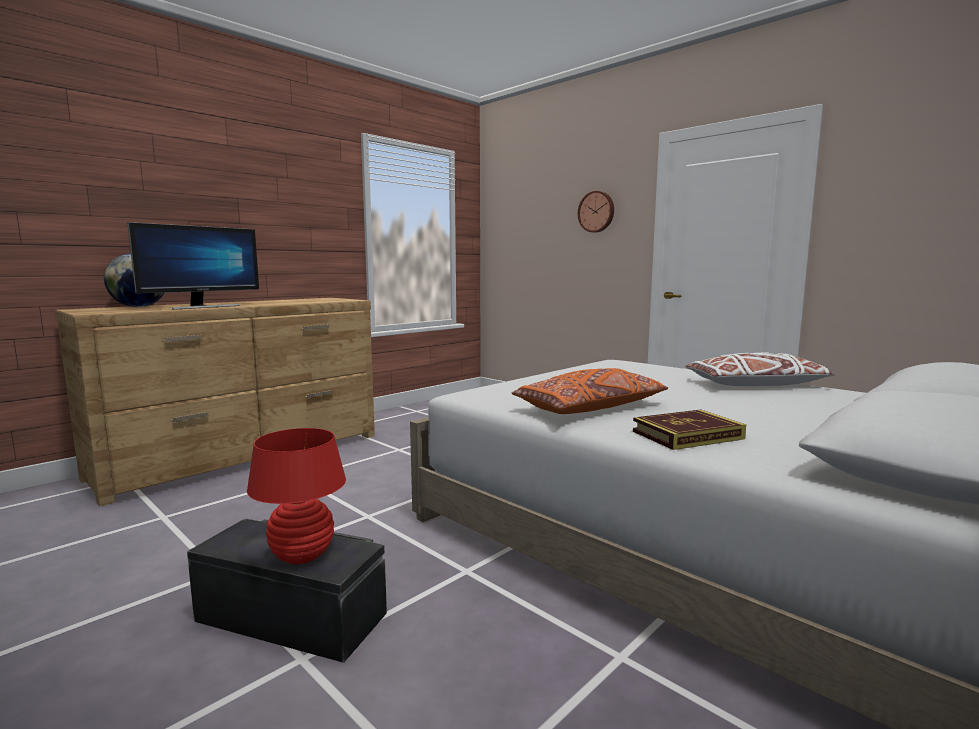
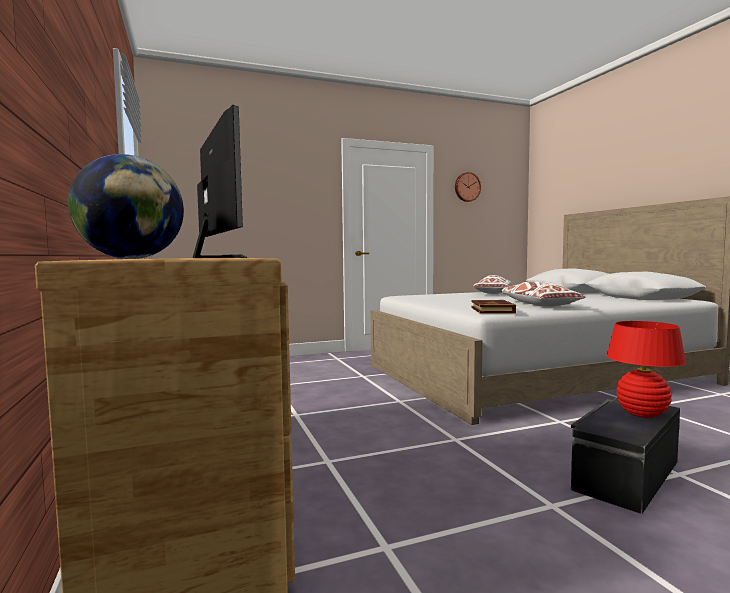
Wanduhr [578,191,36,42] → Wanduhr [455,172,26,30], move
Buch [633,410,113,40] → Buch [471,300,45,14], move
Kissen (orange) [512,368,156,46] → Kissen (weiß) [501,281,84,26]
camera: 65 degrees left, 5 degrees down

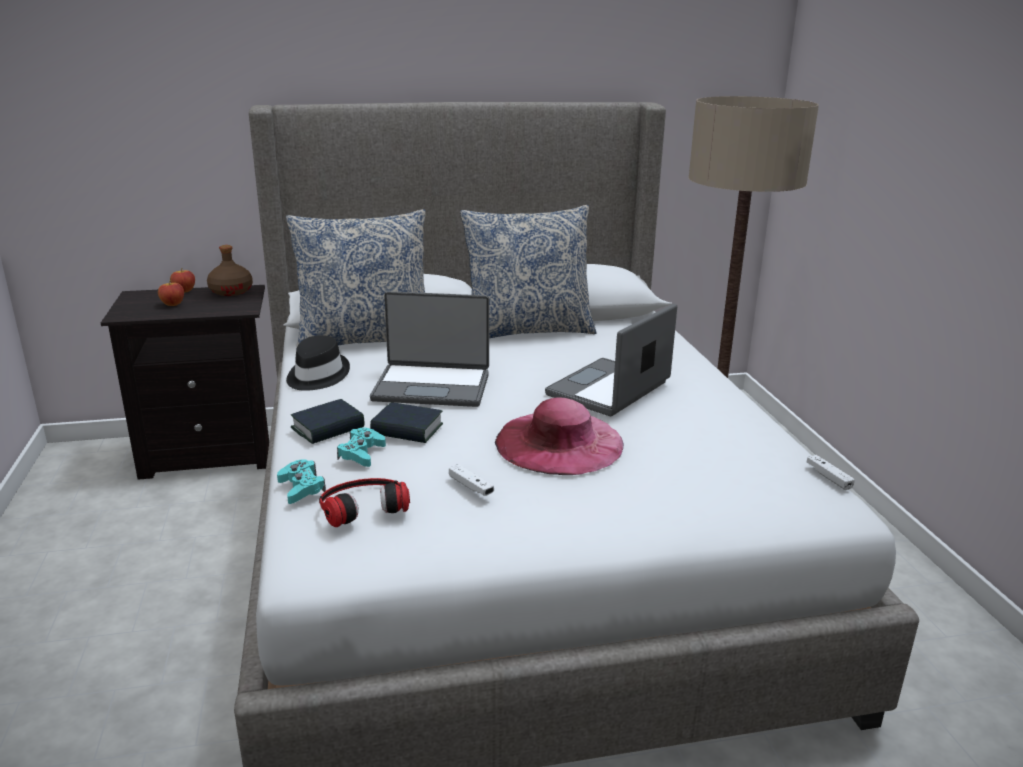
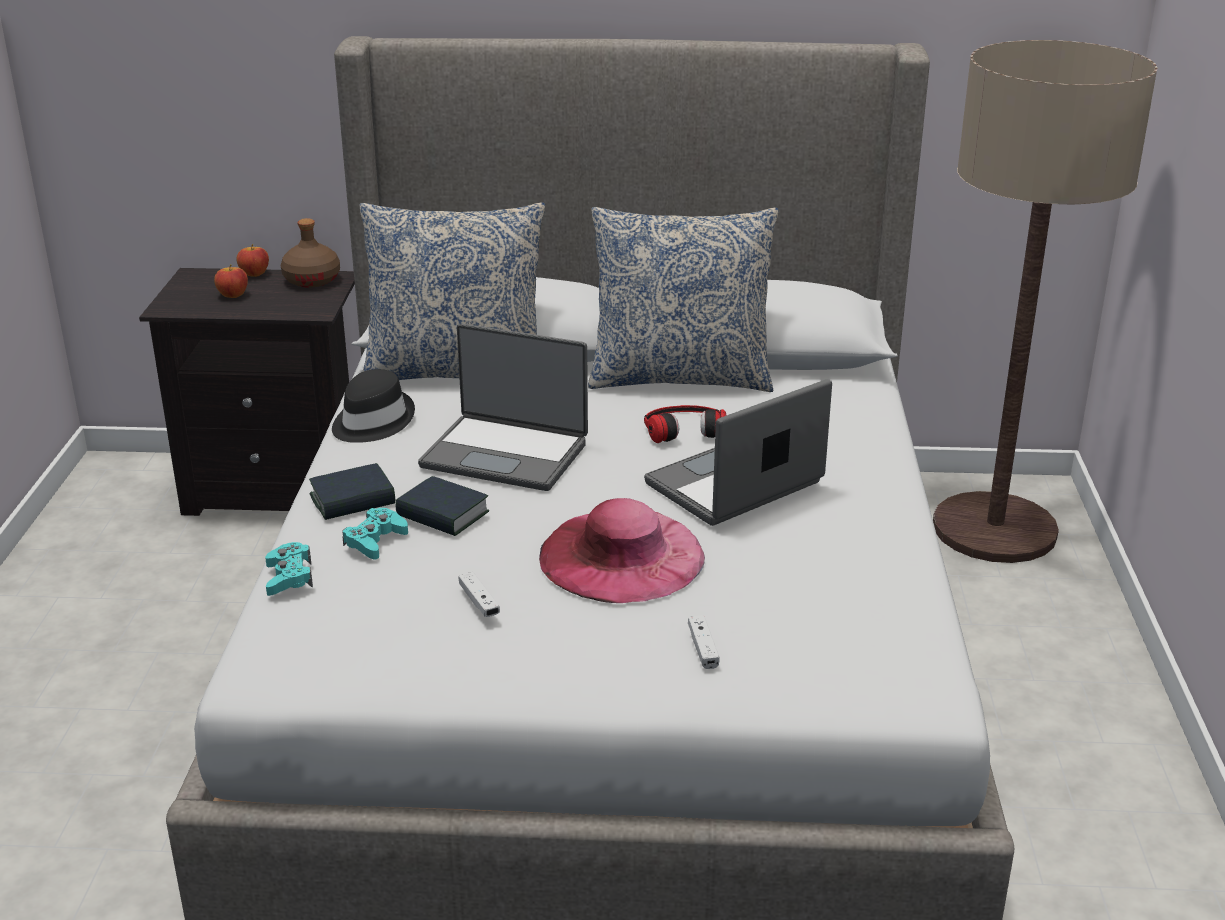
Kopfhörer [319,478,91,49] → Kopfhörer [644,405,83,38], move
Gamepad (weiß) [807,455,48,35] → Gamepad (weiß) [688,615,32,54], move
camera: 15 degrees right, 5 degrees up

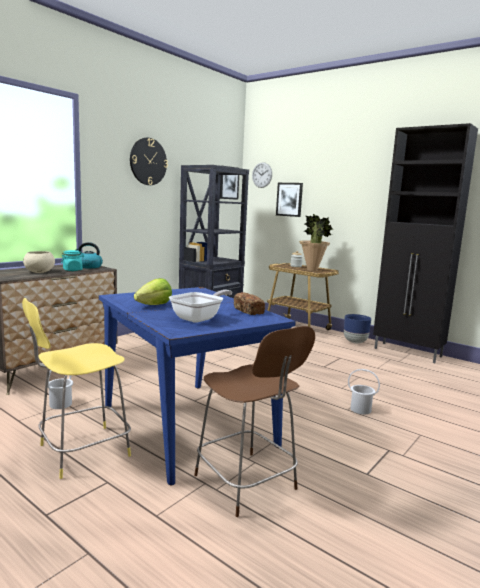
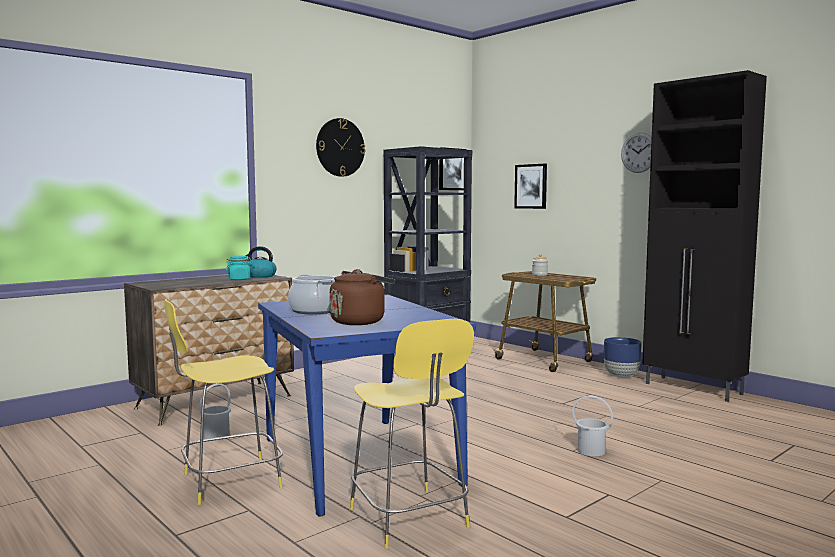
Salatkopf [134,278,38,27] → Kochtopf [288,274,47,40]
Pfanne [169,290,63,33] → Wasserkessel (braun) [330,269,65,56]
Hocker (braun) [194,326,121,191] → Hocker (gelb) [350,319,124,230]
Wanduhr [252,162,20,26] → Wanduhr [621,133,31,40], move
Schüssel (beige) [23,251,32,22] → -
Brot [234,292,31,23] → -
Topfpflanze [299,214,34,57] → -
camera: 10 degrees right, 5 degrees down

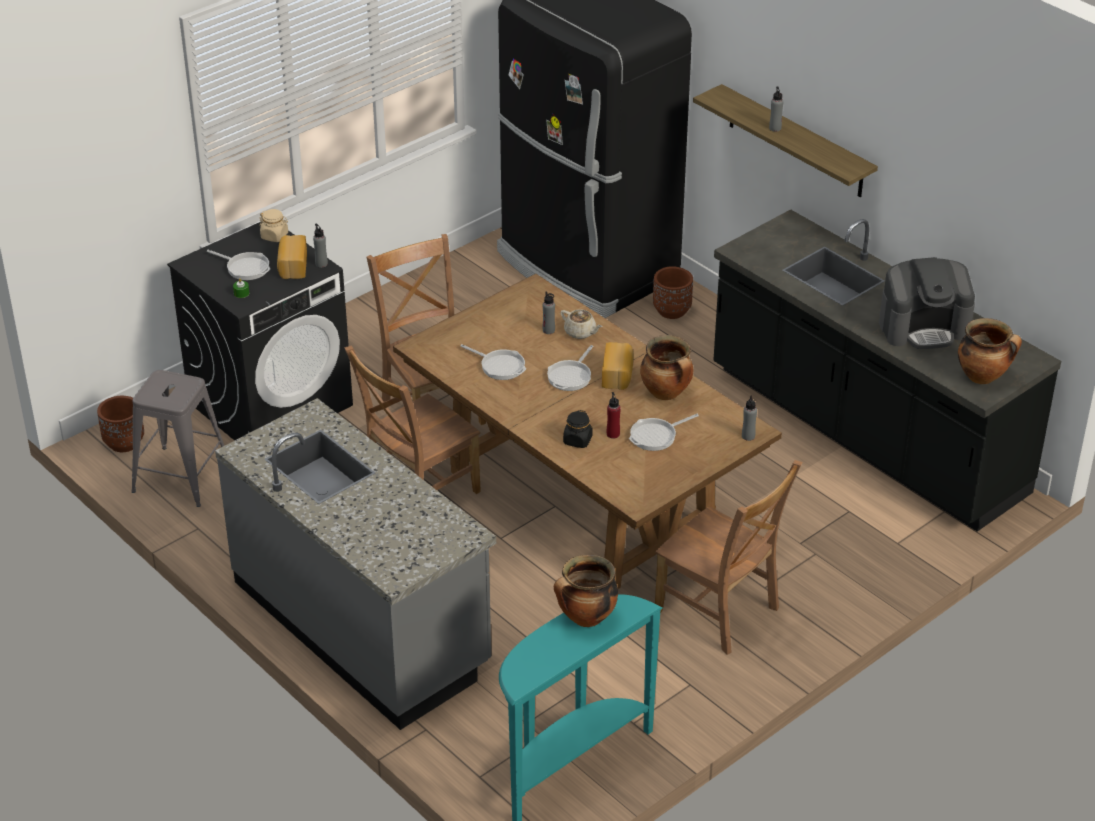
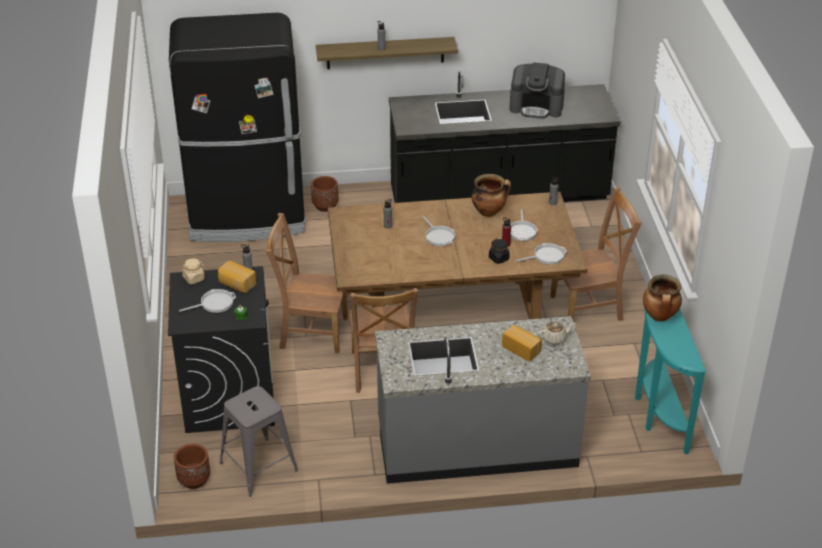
Brot [602,342,32,48] → Brot [502,325,40,36], move
Kaffeemaschine [879,257,96,92] → Kaffeemaschine [509,63,56,56], 75 degrees clockwise
Pfanne [460,344,66,36] → Pfanne [515,243,52,22], move
Teekanne (beige) [560,309,43,30] → Teekanne (beige) [537,321,38,24], move
Kochtopf [958,318,64,66] → -
camera: 55 degrees left, 0 degrees up

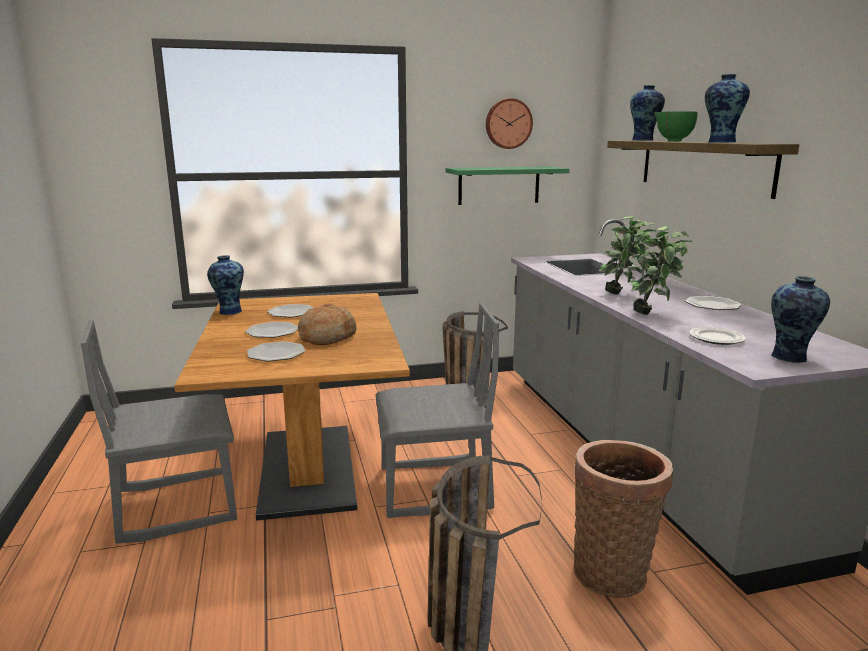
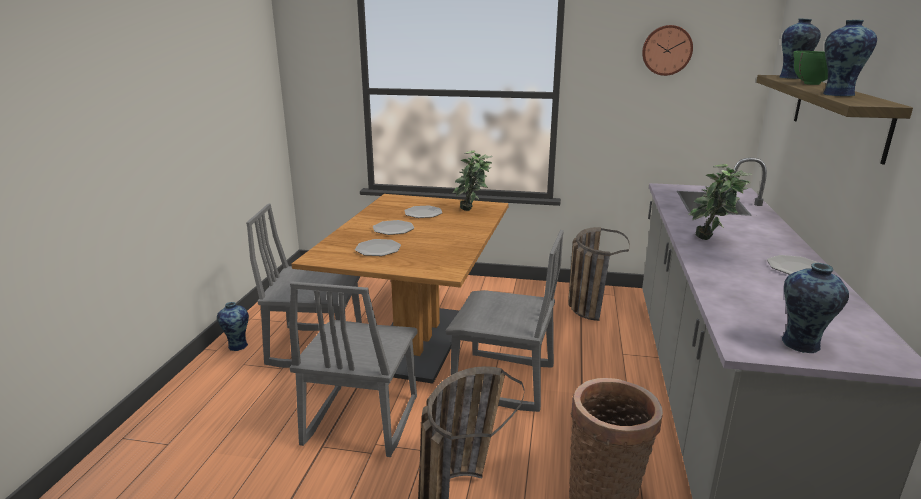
Vase [207,255,37,60] → Vase [217,302,32,49], move
- → Stuhl (grau) [289,282,129,175]
Topfpflanze [627,226,65,89] → Topfpflanze [452,151,41,60], move
Brot [298,303,58,42] → -
Wandregal (grün) [446,166,123,39] → -
Teller [689,327,57,18] → -
camera: 25 degrees right, 5 degrees up

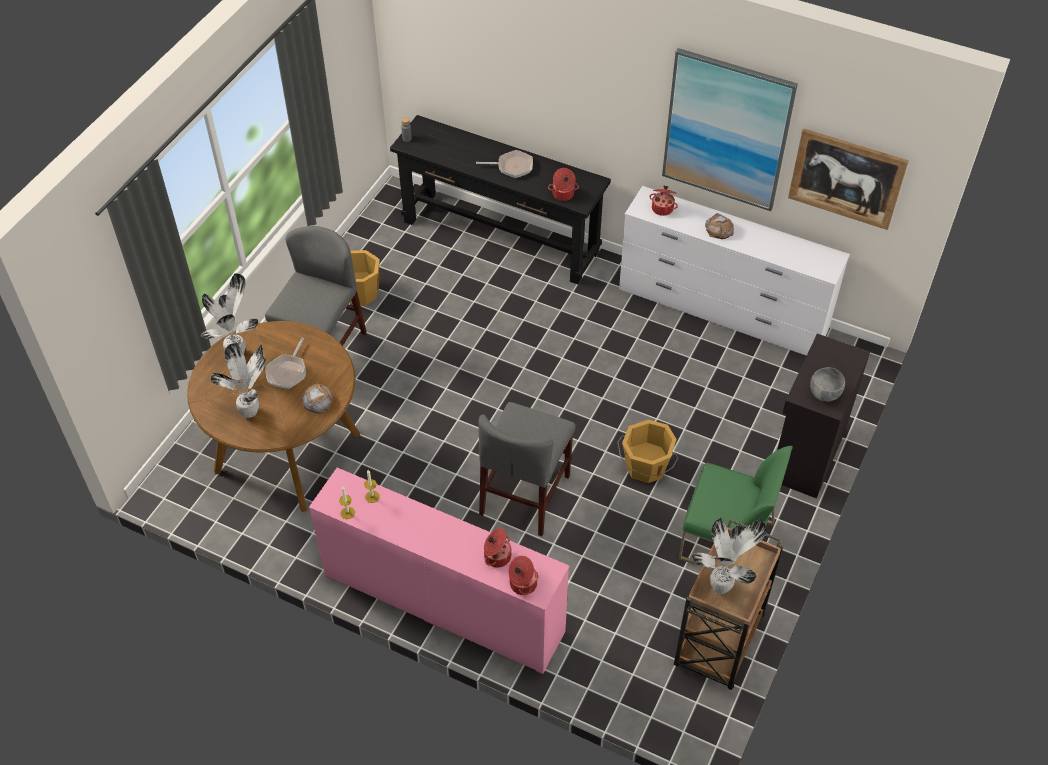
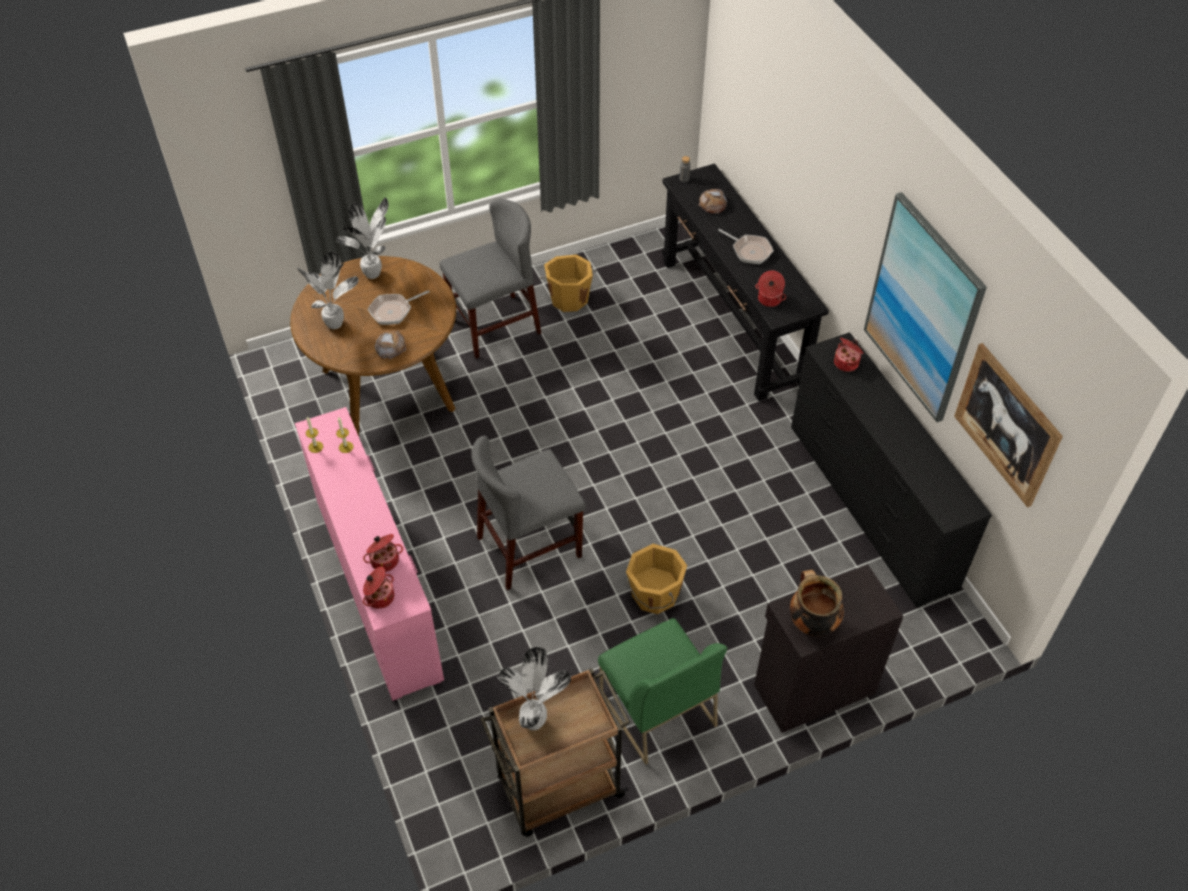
Brot [705,213,29,26] → Brot [698,189,29,25], move
Schüssel (grau) [810,367,35,35] → Kochtopf [790,570,54,66]
Kommode (weiß) [619,186,231,170] → Kommode (schwarz) [791,332,201,275]
camera: 40 degrees right, 0 degrees up

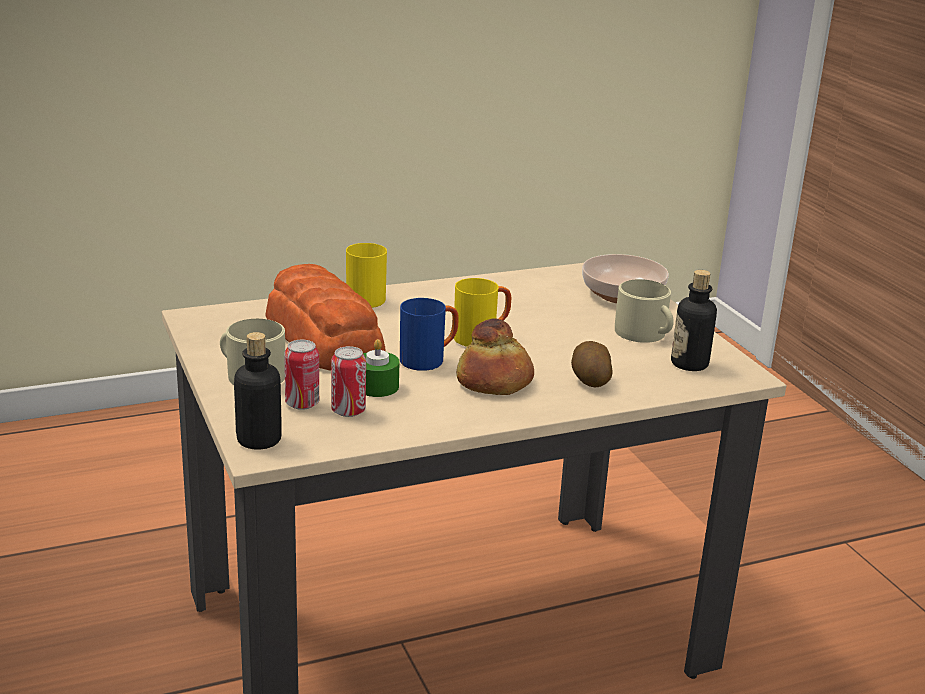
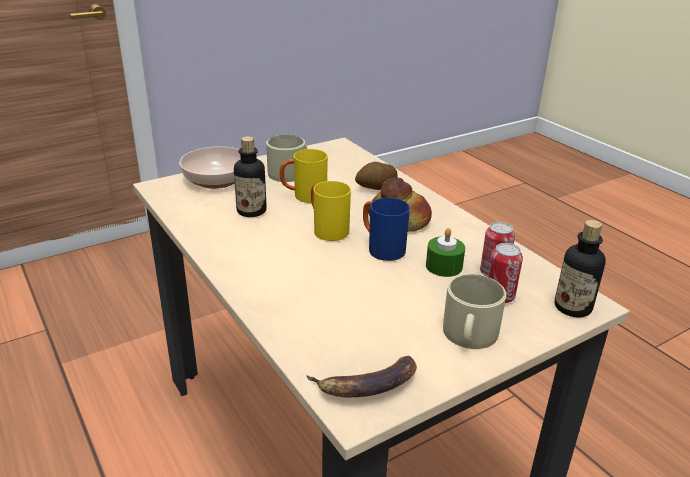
Flasche [671,270,46,101] → Flasche [234,136,33,81], move
Henkelbecher (gelb) [346,243,41,65] → Henkelbecher (gelb) [280,149,48,54], move
- → Banane [306,355,111,42]
Brot [265,264,121,107] → -
camera: 100 degrees left, 5 degrees up

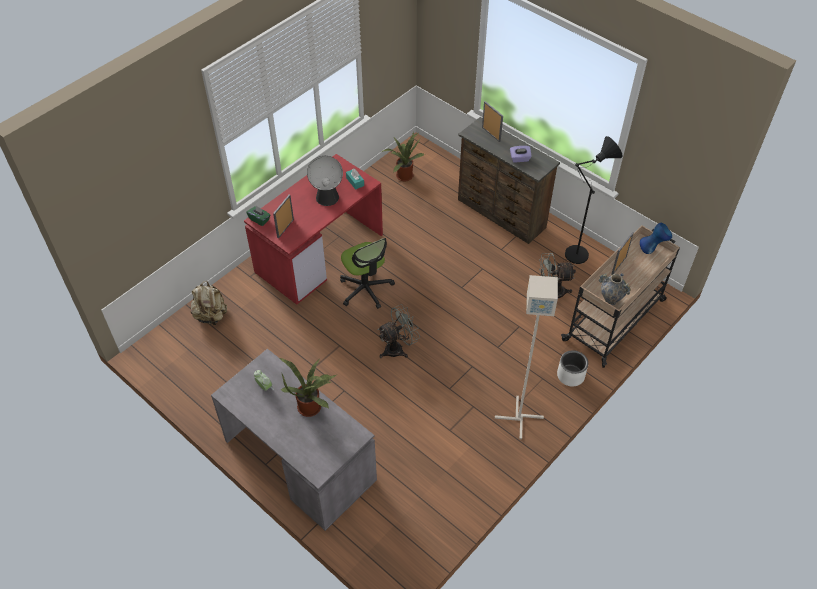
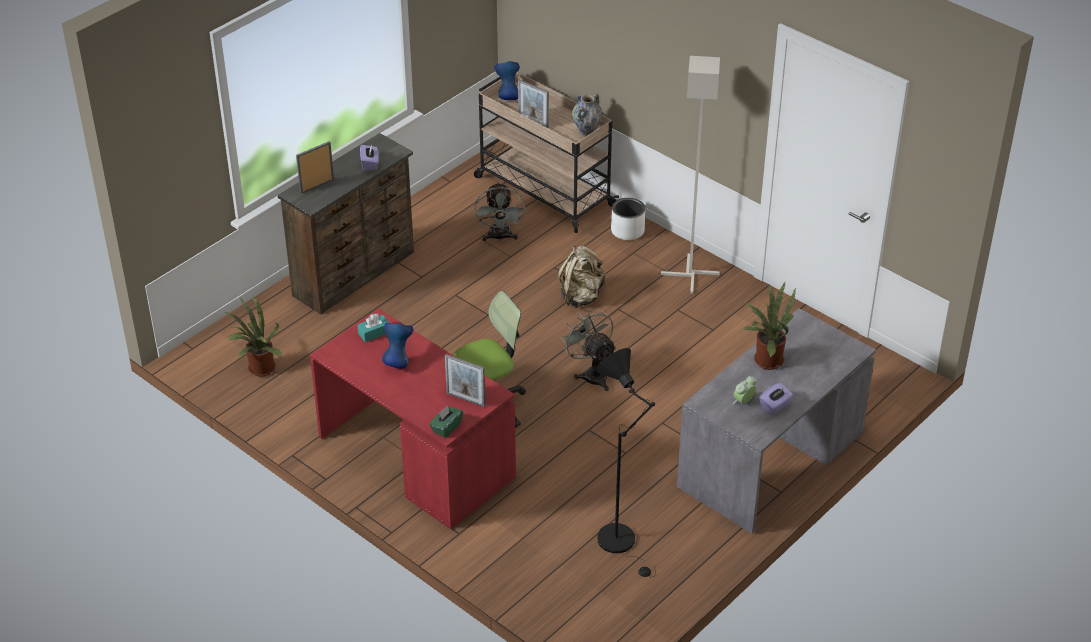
Tischlampe [307,156,36,50] → Vase (blau) [382,323,31,46]
Rucksack (beige) [191,281,36,45] → Rucksack (beige) [558,246,47,62], move
Stehlampe (schwarz) [547,136,76,135] → Stehlampe (schwarz) [596,348,60,230], move
- → Taschentuchbox (lila) [759,383,34,32]
camera: 90 degrees left, 10 degrees down

